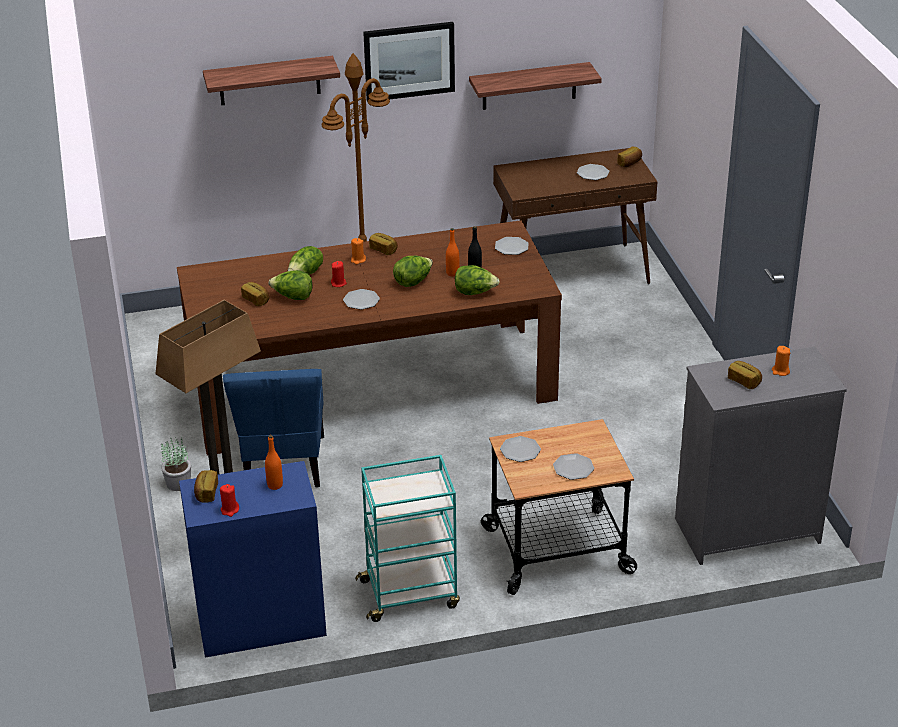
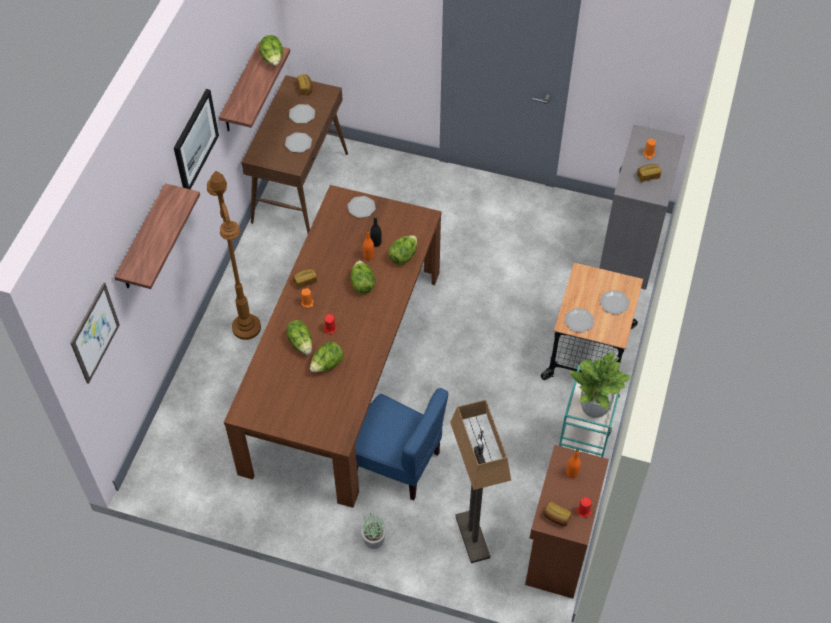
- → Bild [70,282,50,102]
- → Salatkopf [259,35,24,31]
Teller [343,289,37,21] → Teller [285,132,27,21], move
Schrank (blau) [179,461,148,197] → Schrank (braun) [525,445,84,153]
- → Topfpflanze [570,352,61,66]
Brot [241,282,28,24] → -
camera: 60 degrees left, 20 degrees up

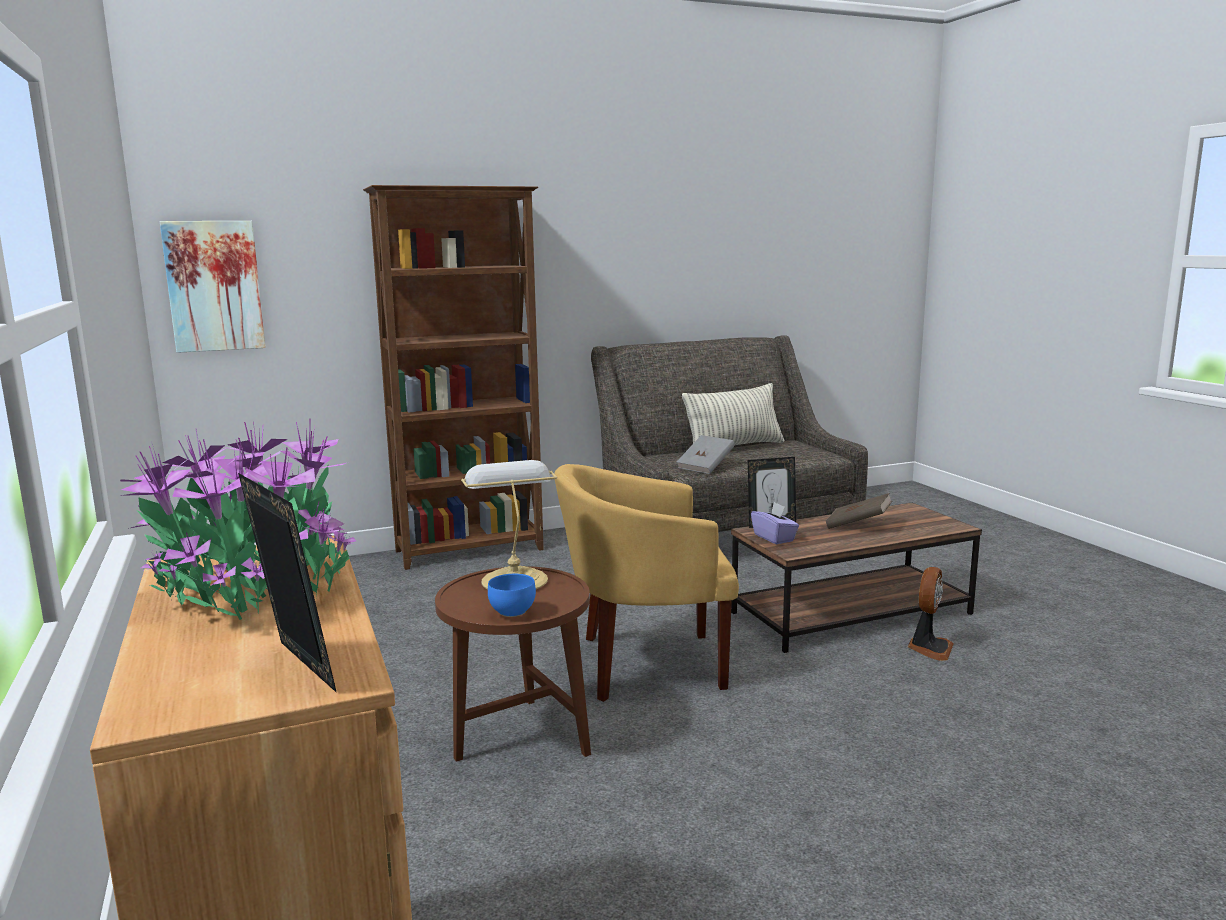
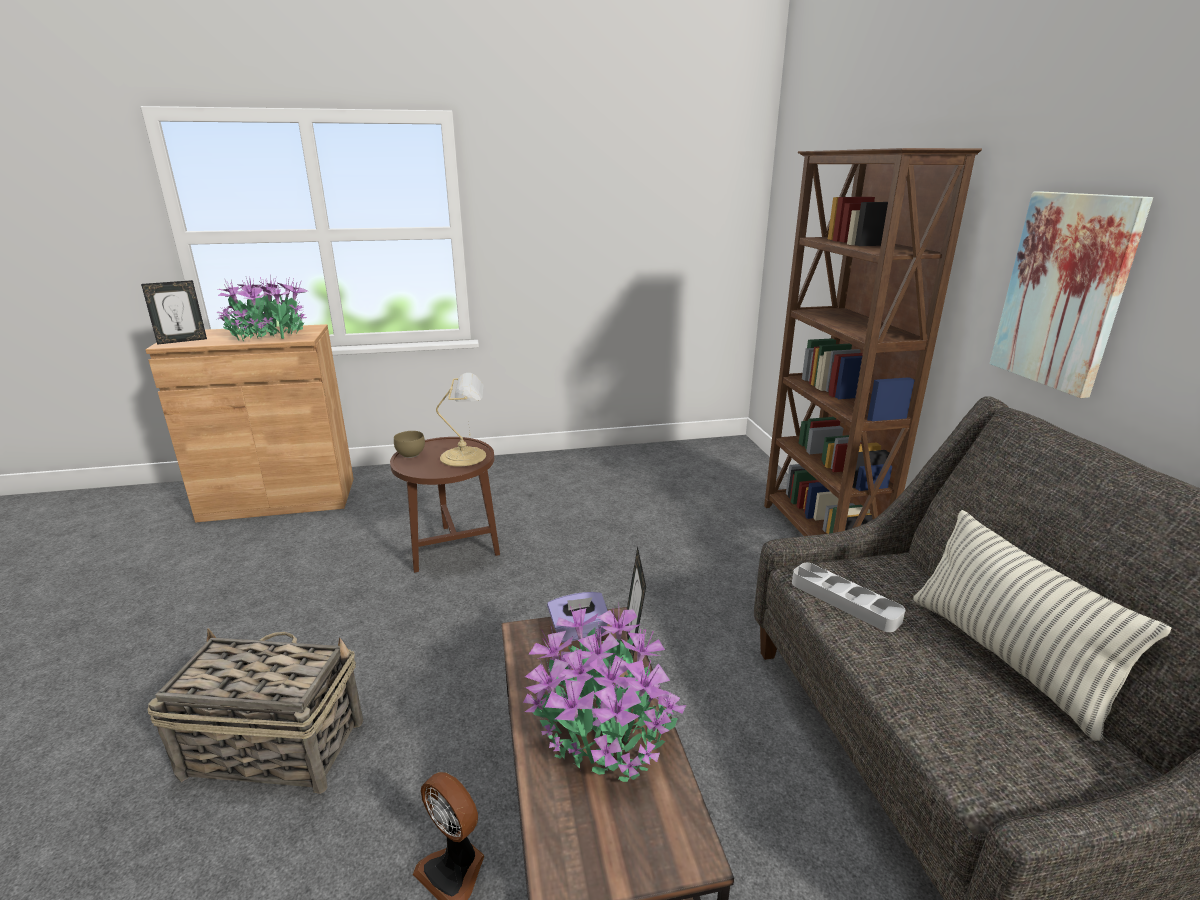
- → Korb [147,628,216,166]
Schüssel (blau) [488,574,48,43] → Schüssel (braun) [394,431,31,27]
Buch (braun) [826,493,66,36] → Topfpflanze [523,606,163,176]
Buch (grau) [677,435,58,39] → Tablett (grau) [792,563,113,69]
Bild [160,221,106,132] → Bild [990,191,163,207], move
Sessel (gelb) [554,464,185,238] → -
camera: 100 degrees right, 10 degrees up

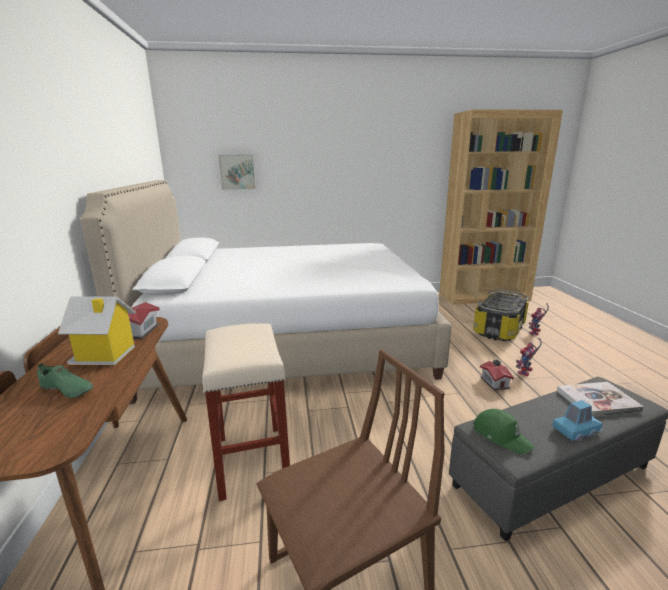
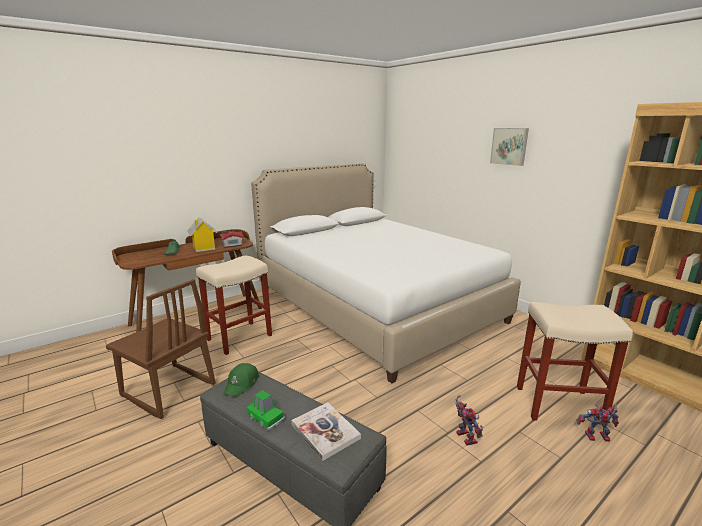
Spielzeugauto (blau) [553,400,50,42] → Spielzeugauto (grün) [247,390,38,41]
Spielzeugroboter [515,338,27,38] → Spielzeugroboter [456,395,27,51], 60 degrees clockwise
Bild [219,154,37,36] → Bild [490,128,39,38], move
Aufbewahrungsbox [473,290,56,51] → Hocker (beige) [517,302,116,122]
Spielzeughaus [480,359,34,31] → -
camera: 60 degrees right, 0 degrees up

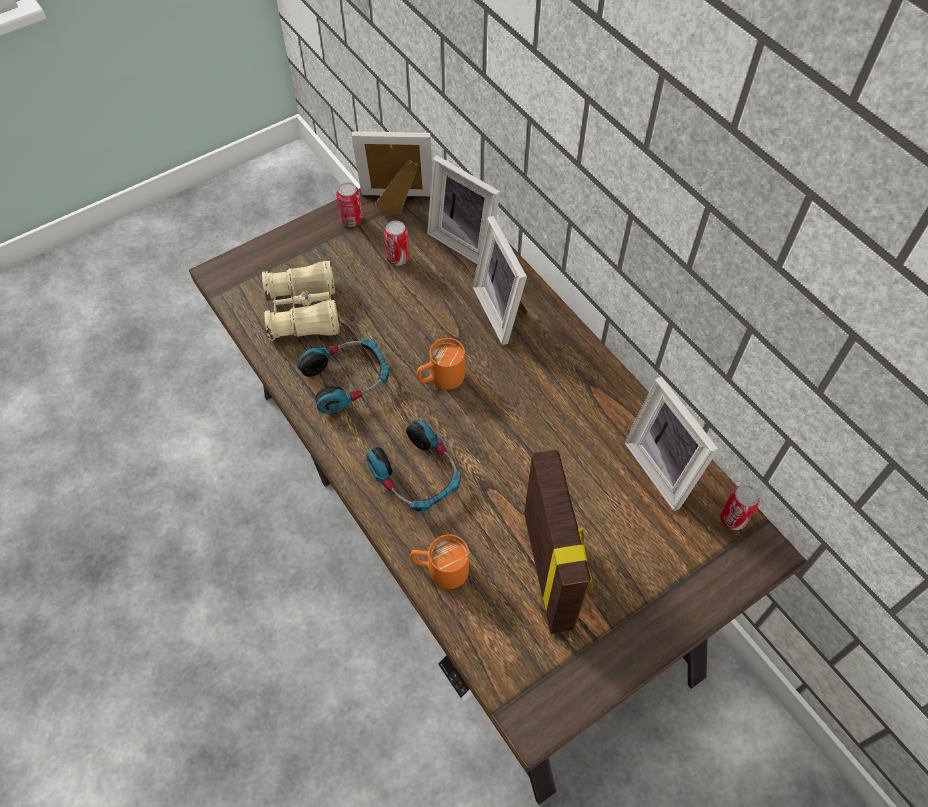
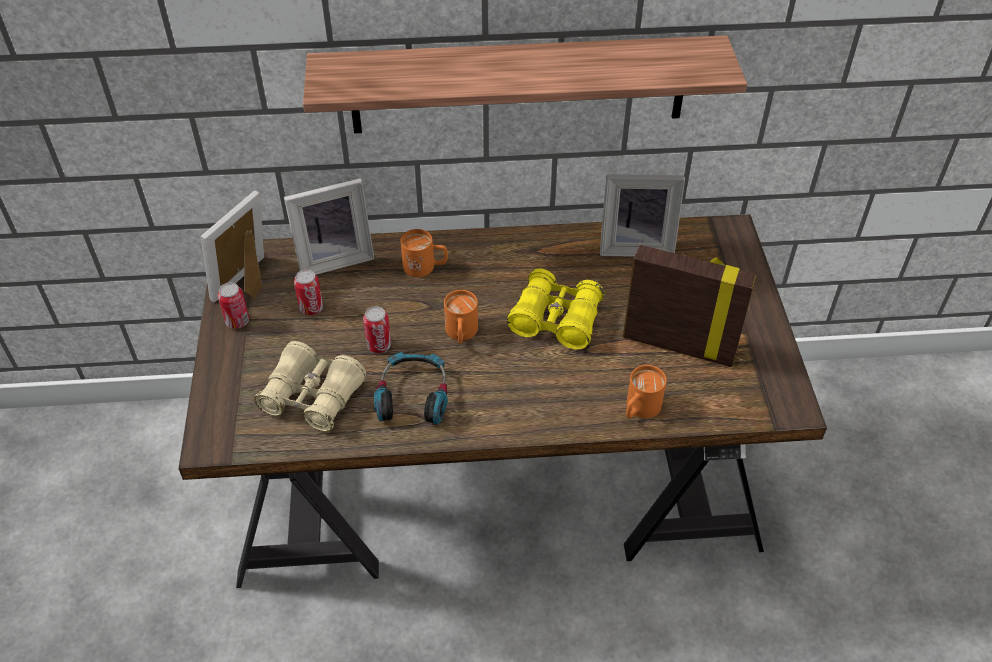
- → Wandregal [303,35,444,98]
Dose [720,485,40,45] → Dose [363,306,28,47], move
Bilderrahmen [473,216,55,129] → Henkelbecher (orange) [400,229,48,48]
- → Fernglas (gelb) [507,269,97,81]
Kopfhörer [366,419,95,92] → -
camera: 60 degrees left, 10 degrees down

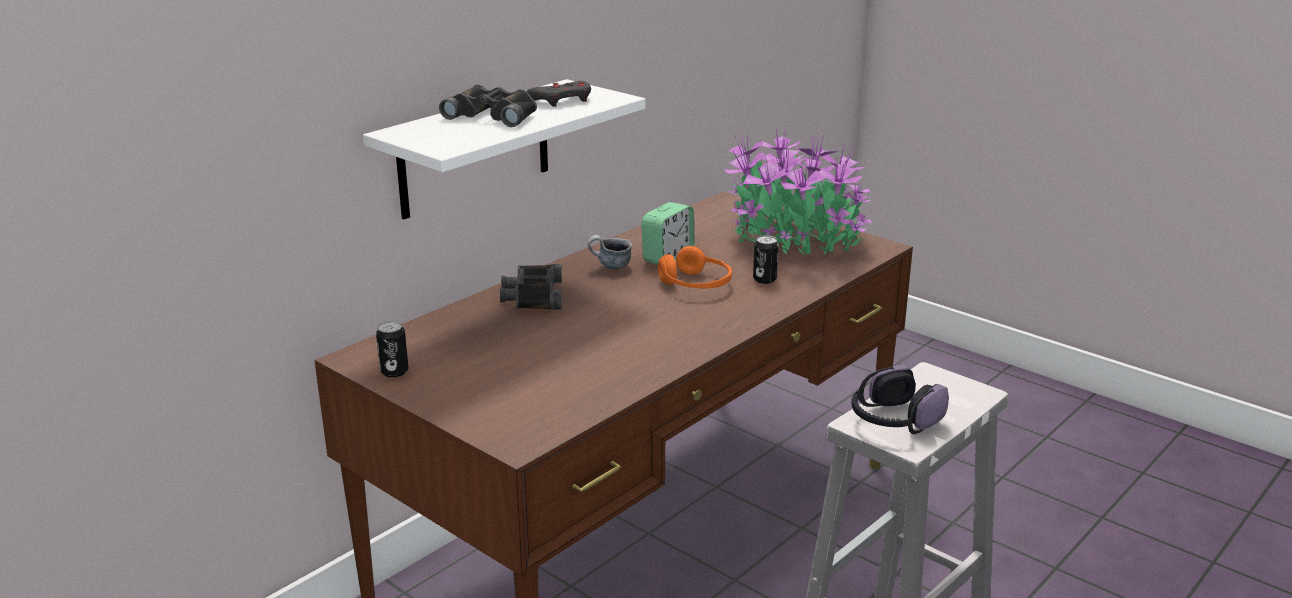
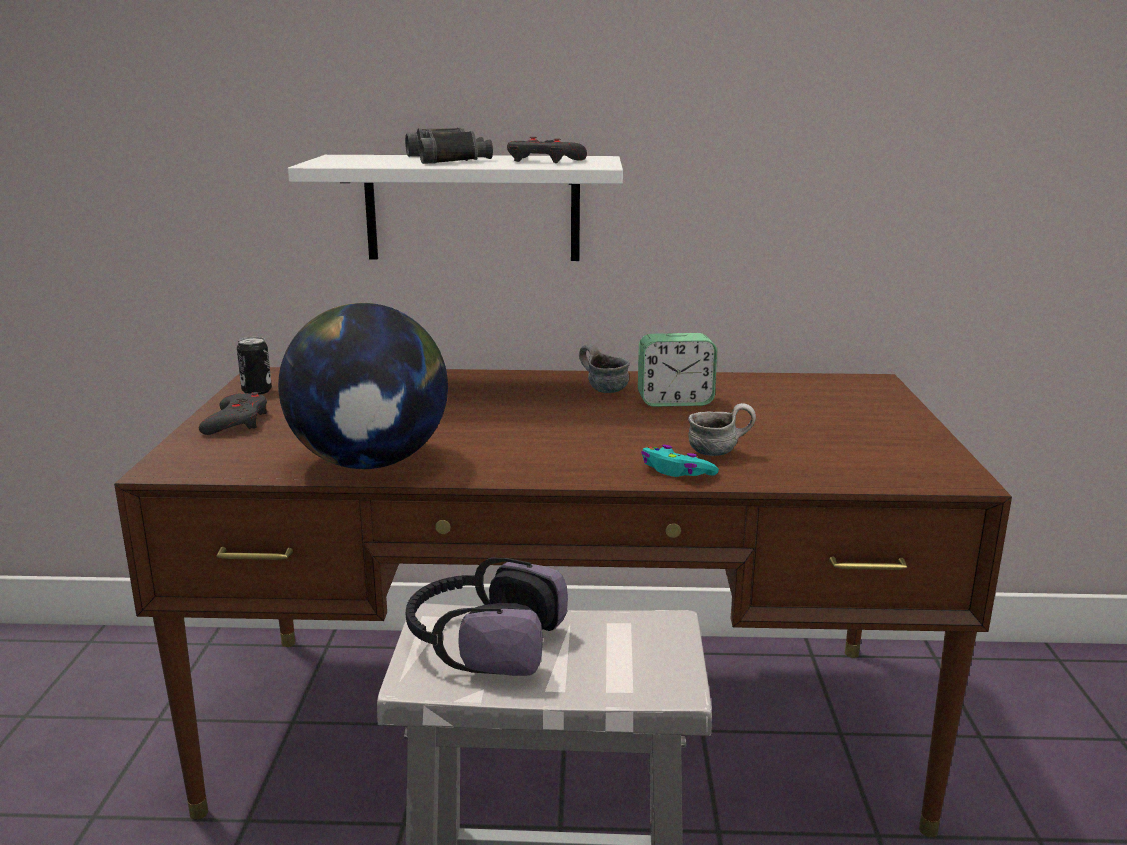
- → Gamepad (grau) [199,392,68,43]
- → Globus [278,303,170,166]
- → Gamepad (türkis) [641,445,78,32]
Dose [753,235,26,49] → Henkelbecher [688,403,68,53]
Fernglas (schwarz) [500,264,62,46] → -
Kopfhörer (orange) [658,246,74,42] → -
Topfpflanze [724,129,149,126] → -
camera: 50 degrees right, 5 degrees down

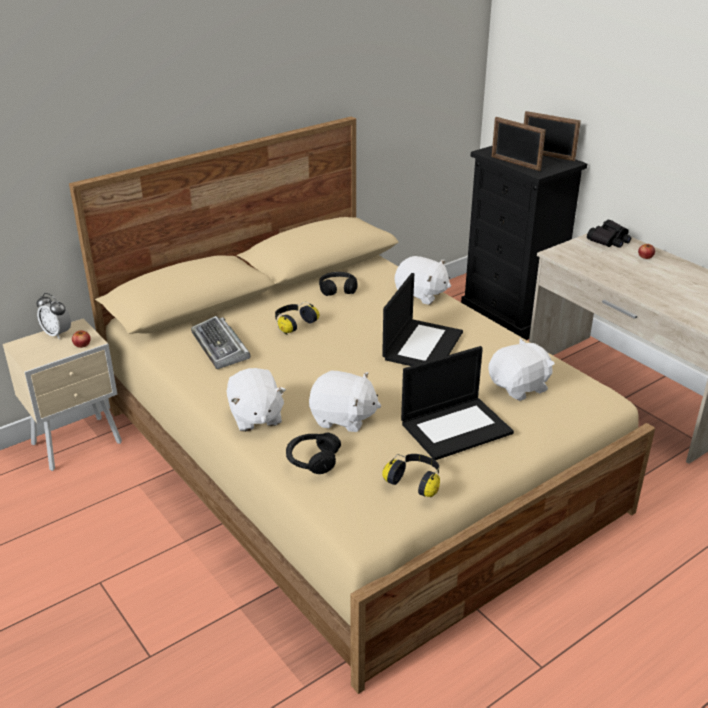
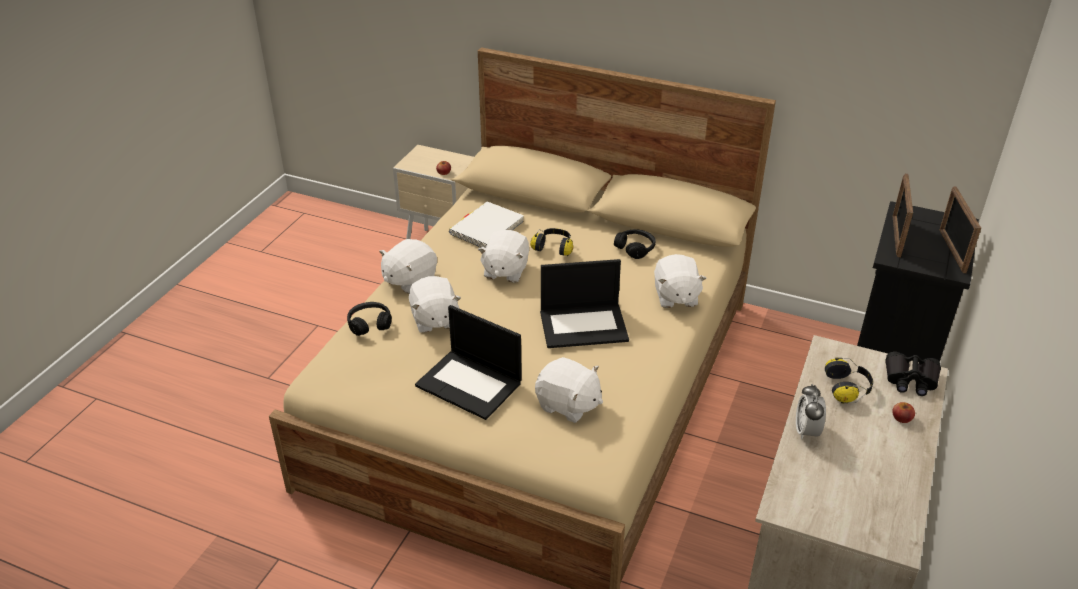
Tastatur [191,316,59,53] → Buch (weiß) [449,202,75,46]
- → Plüschtier (weiß) [478,230,51,53]
Wecker [36,293,35,46] → Wecker [796,384,30,56], move
Kopfhörer [382,454,58,44] → Kopfhörer [825,357,48,47], move
camera: 60 degrees right, 5 degrees up

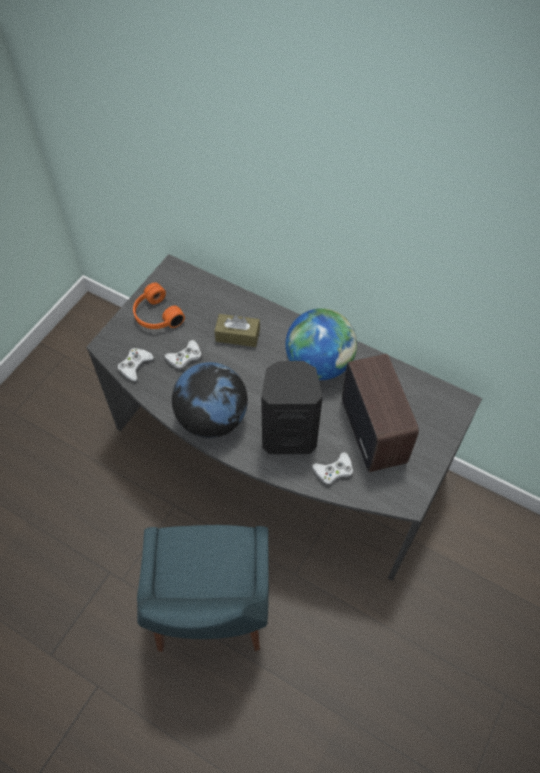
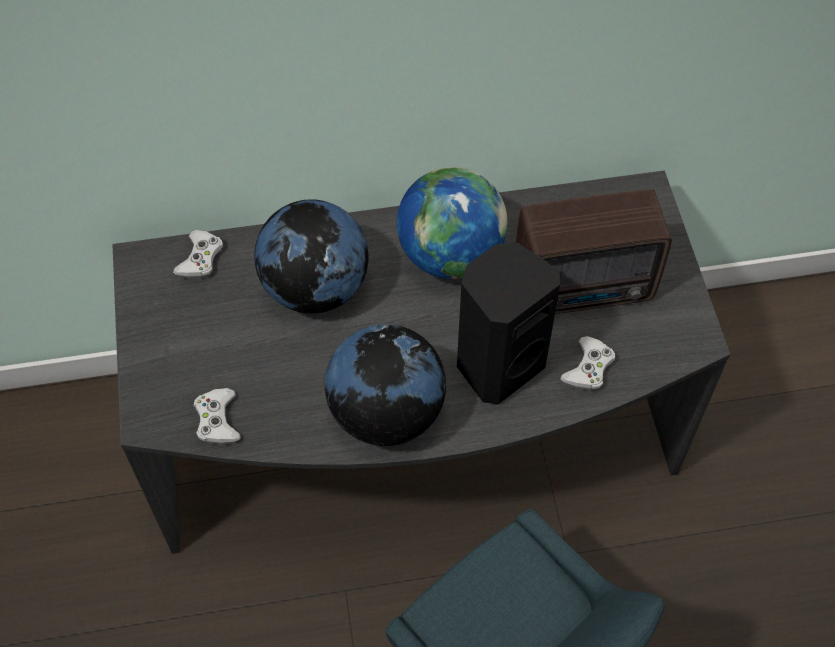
Gamepad (weiß) [164,340,37,30] → Gamepad (weiß) [173,230,50,49], move
Taschentuchbox (braun) [214,314,46,33] → Globus [254,199,114,115]
Radio [342,354,77,118] → Radio [516,189,156,125], 135 degrees clockwise
Kopfhörer (orange) [133,282,52,47] → -
camera: 40 degrees left, 0 degrees up

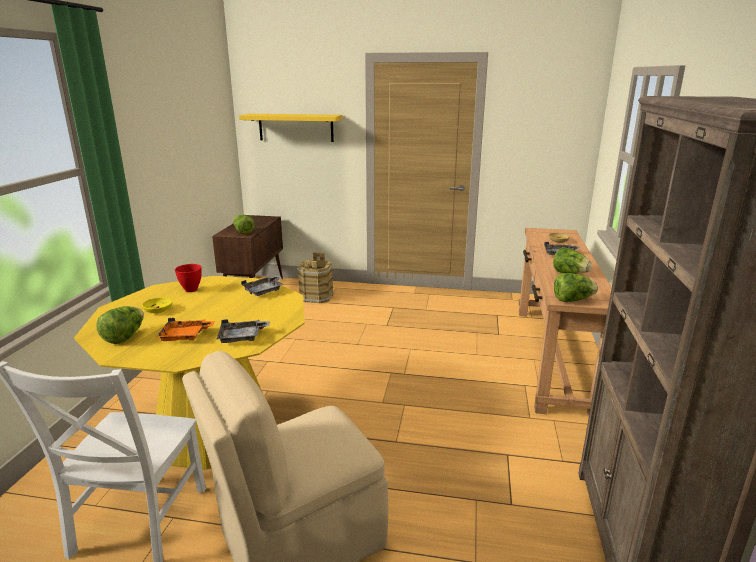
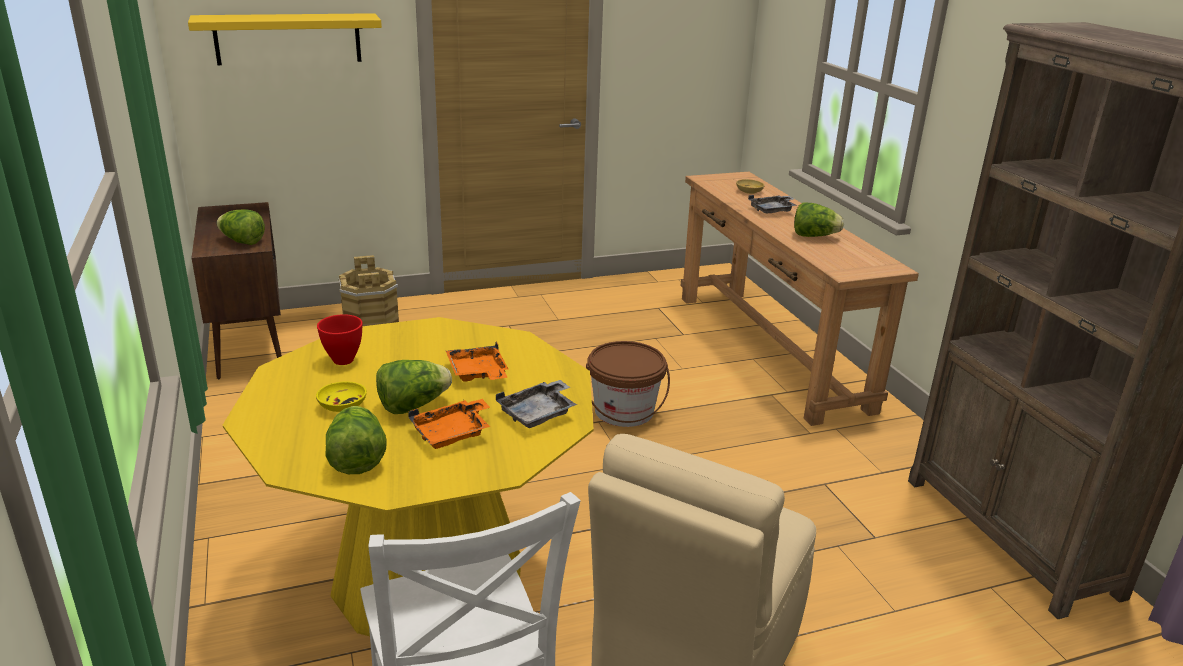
Salatkopf [554,273,44,29] → Salatkopf [376,360,76,54], move
- → Tablett (orange) [446,342,62,40]
- → Eimer (braun) [586,341,84,86]
Tablett (grau) [241,275,43,21] → -
camera: 30 degrees left, 5 degrees up

